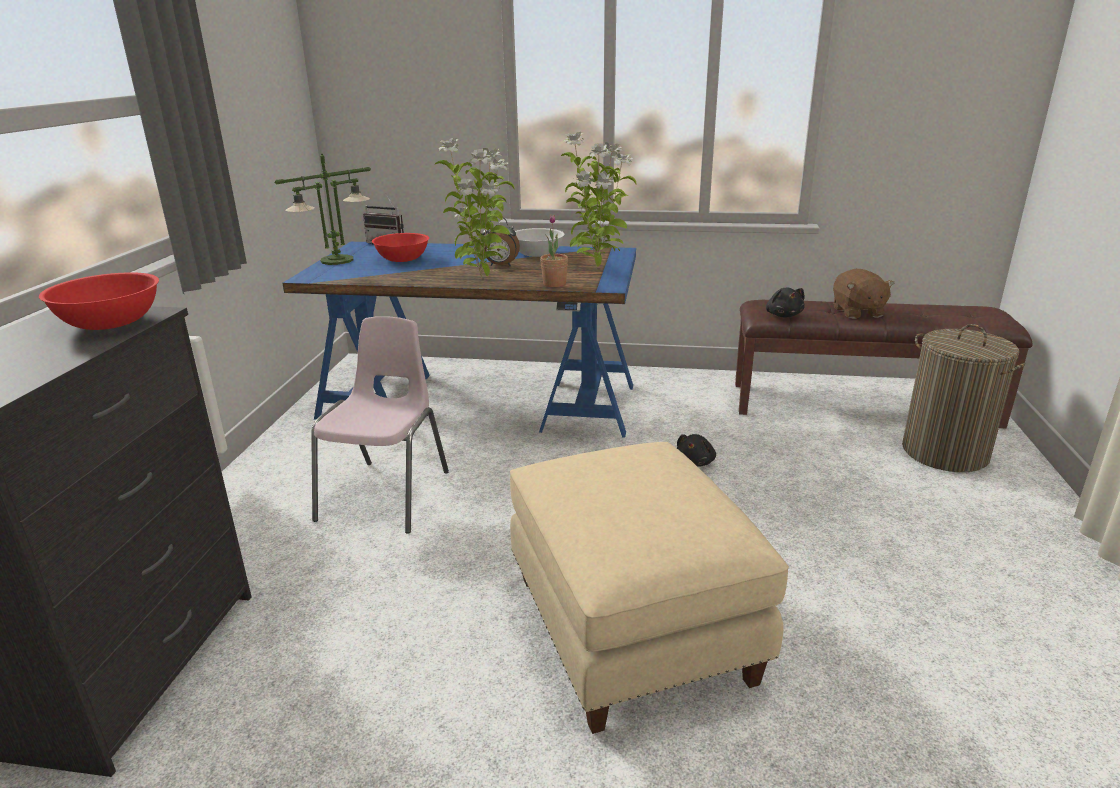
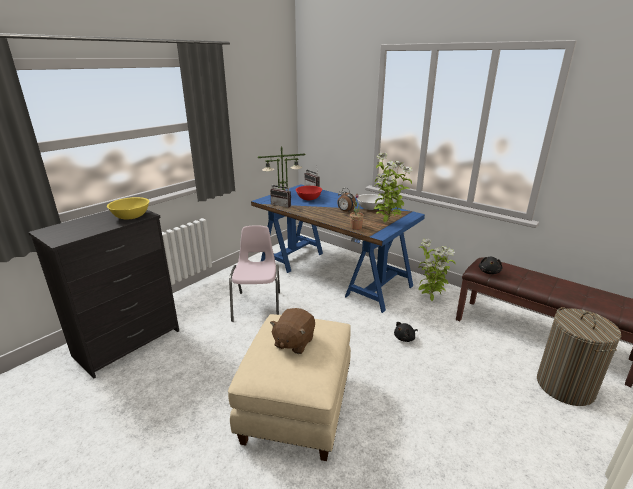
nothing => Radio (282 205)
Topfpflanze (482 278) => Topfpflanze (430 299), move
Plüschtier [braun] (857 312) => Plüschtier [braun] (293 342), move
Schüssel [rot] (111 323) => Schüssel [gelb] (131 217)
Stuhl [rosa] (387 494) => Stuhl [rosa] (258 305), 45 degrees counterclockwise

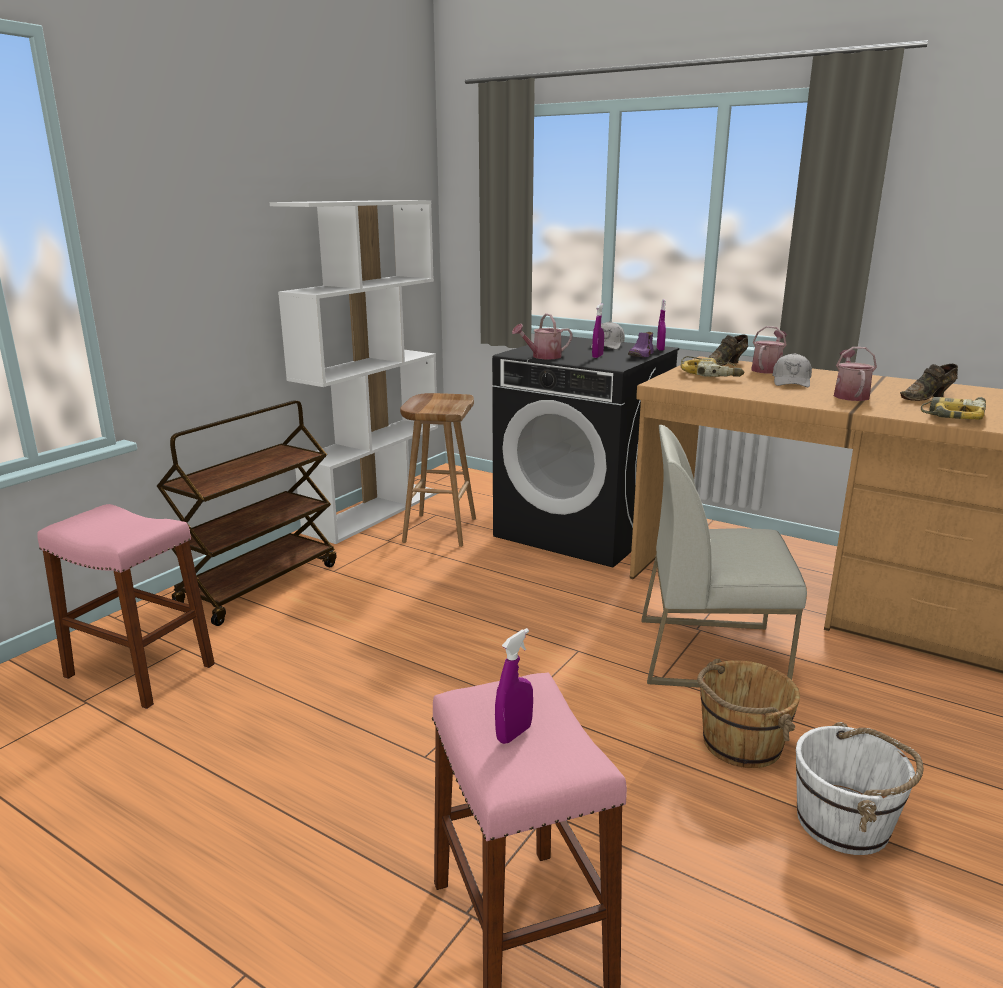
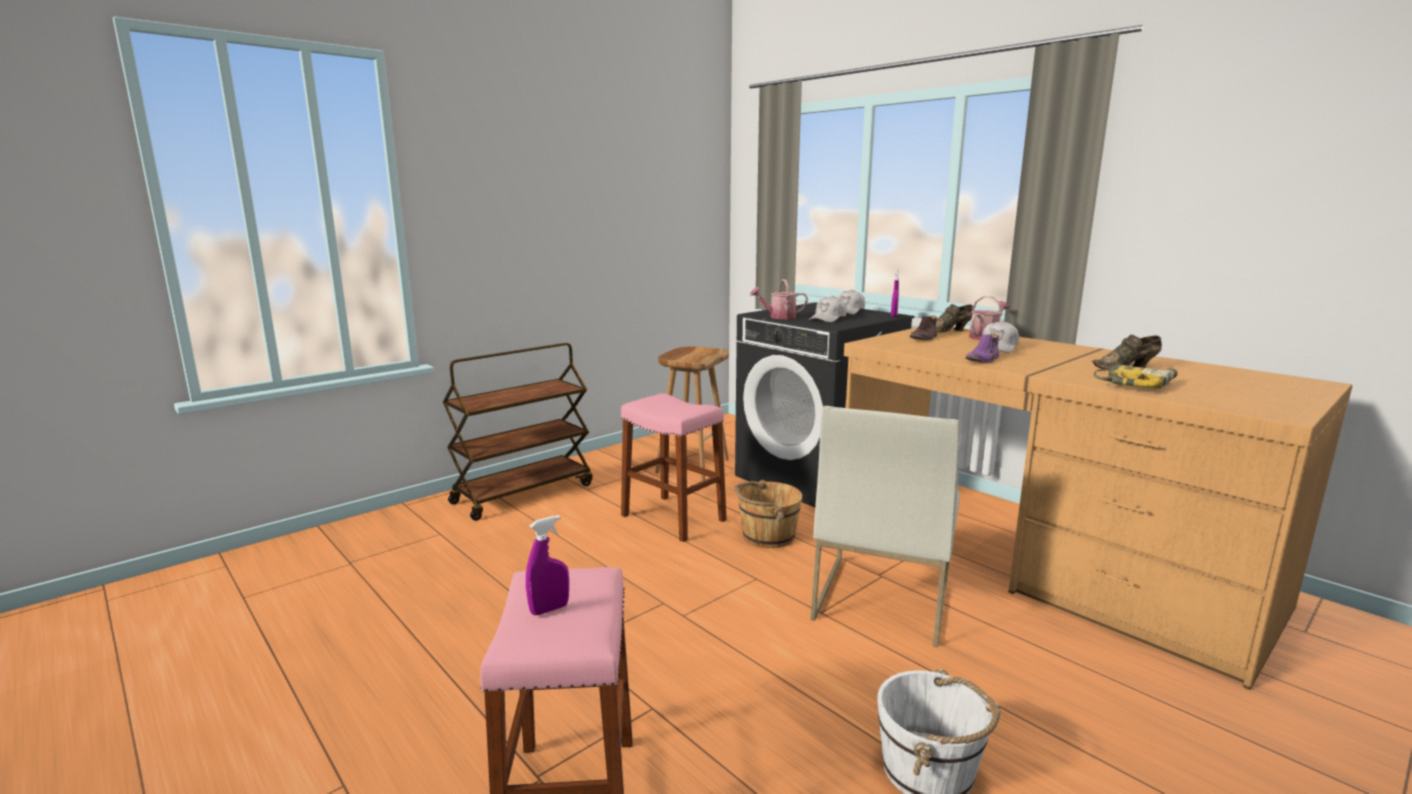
Bücherregal [weiß] (374 511) => nothing
Gießkanne (850 395) => nothing
Hocker [rosa] (140 671) => Hocker [rosa] (673 518), move
Schuh [lila] (641 355) => Schuh [lila] (983 360), move
Eimer [braun] (740 743) => Eimer [braun] (767 536), move
Sprühflasche [lila] (597 356) => Kappe [weiß] (828 319)
Bohrmaschine (710 374) => Schuh [braun] (924 338)
Stuhl [weiß] (711 653) => Stuhl [weiß] (880 598), 90 degrees counterclockwise

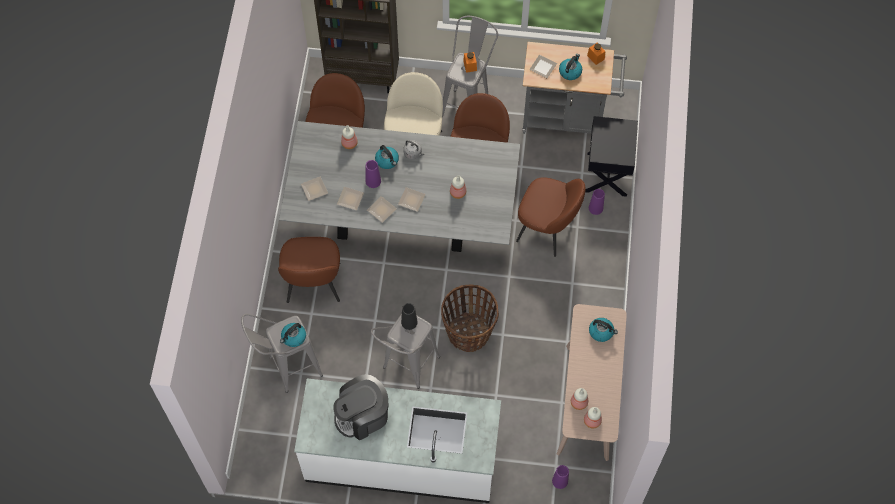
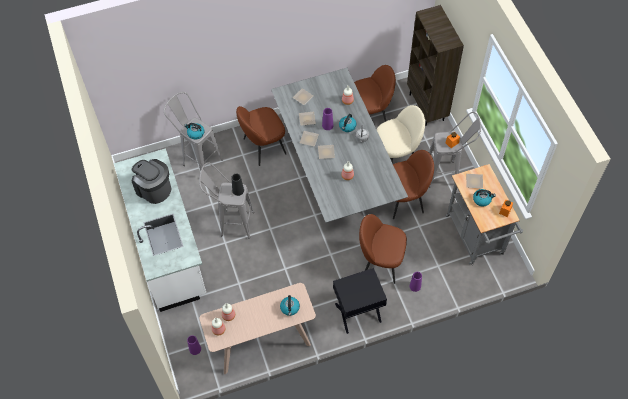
Korb (468 332) => nothing
Nachttisch [schwarz] (607 174) => Nachttisch [schwarz] (358 313), move
Stuhl [braun] (547 228) => Stuhl [braun] (380 262), 105 degrees clockwise

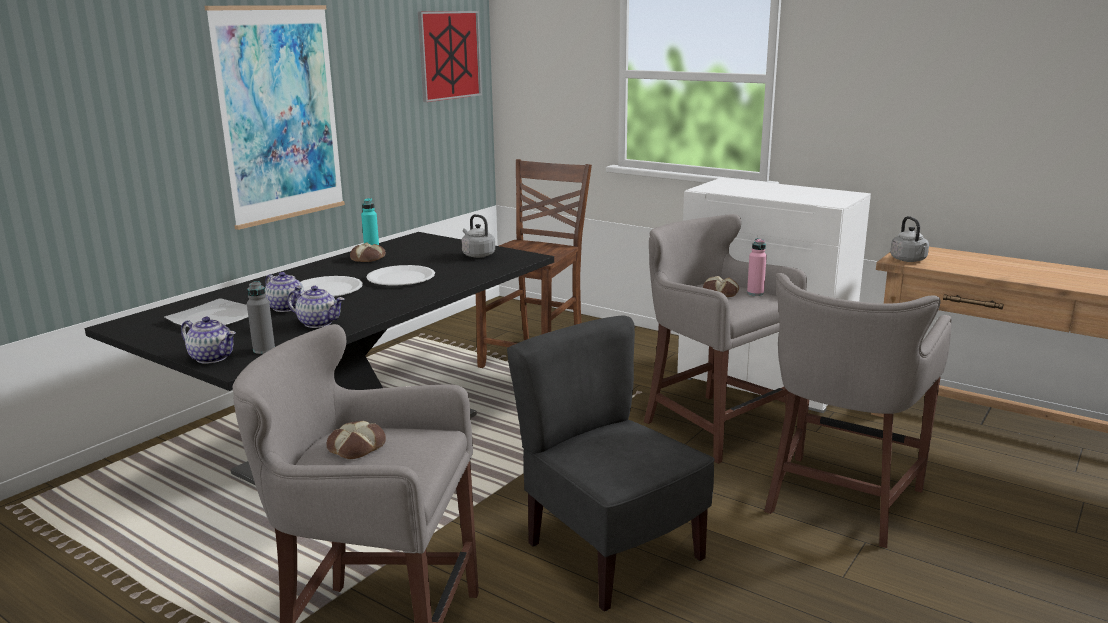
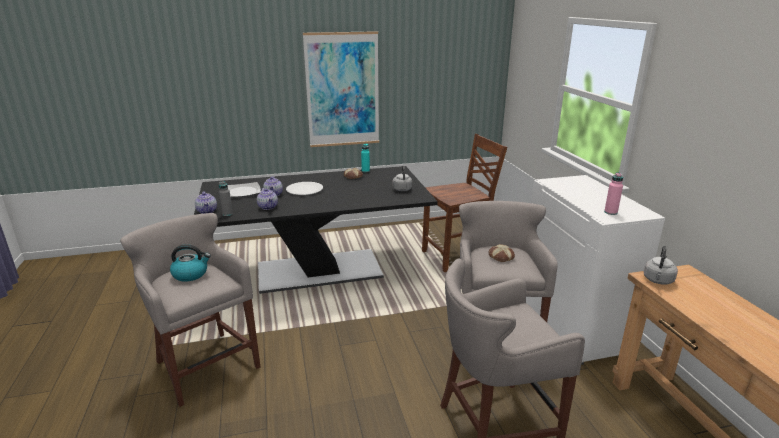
Teller [weiß] (401 278) => nothing
Bild (449 55) => nothing
Stuhl [grau] (611 553) => nothing
Flasche [rosa] (755 293) => Flasche [rosa] (610 212), move
Brot (356 447) => Wasserkessel (191 274)

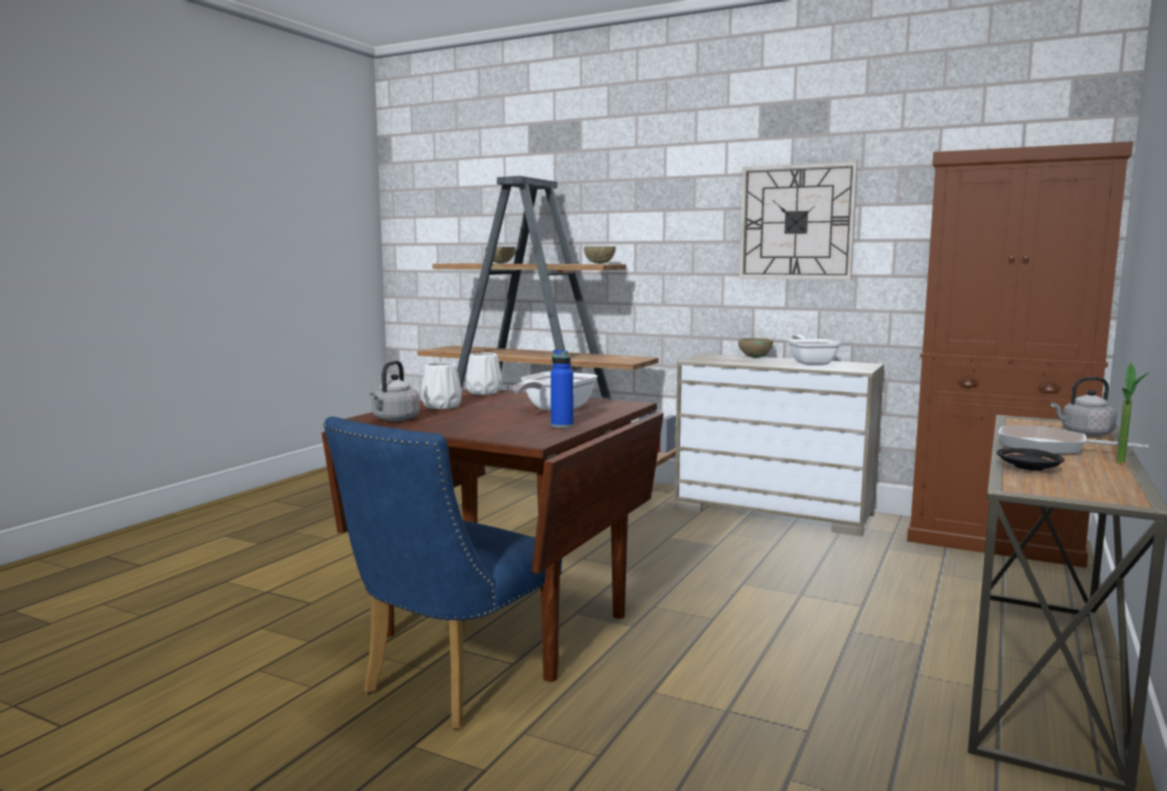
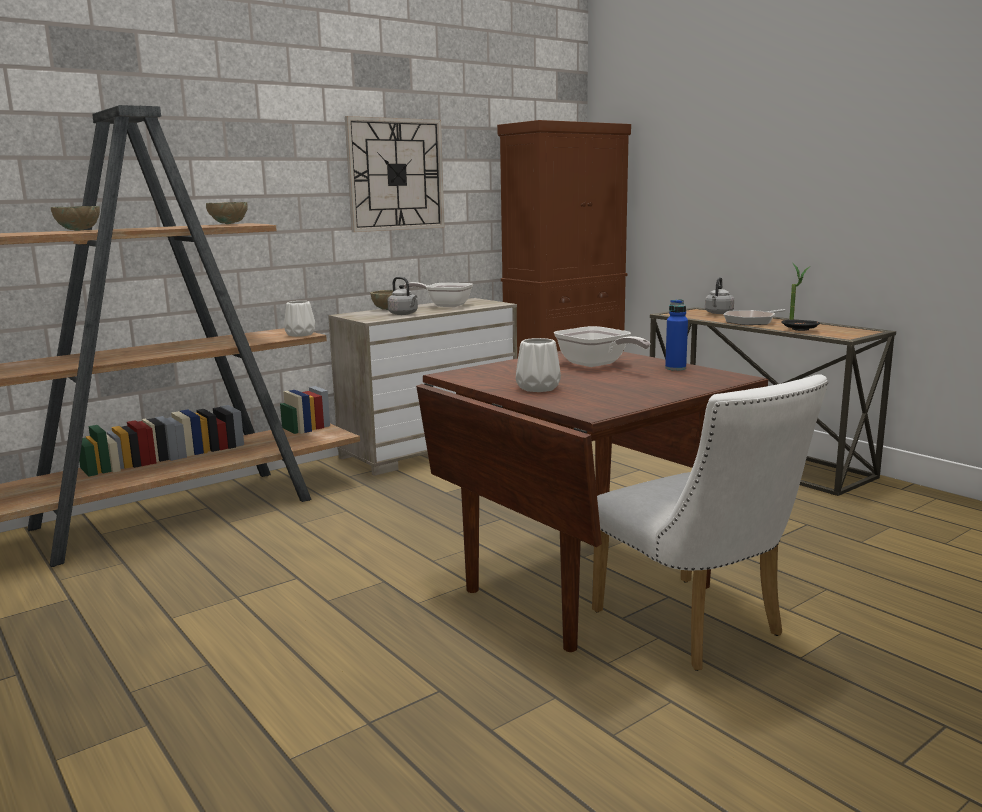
Wasserkessel [grau] (394 419) => Wasserkessel [grau] (404 314), move
Vase [weiß] (483 392) => Vase [weiß] (299 334), move
Stuhl [blau] (449 684) => Stuhl [weiß] (696 629)

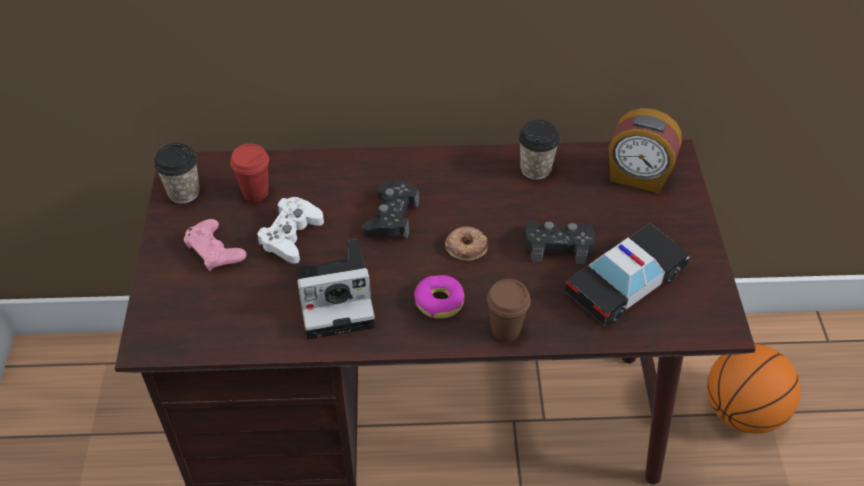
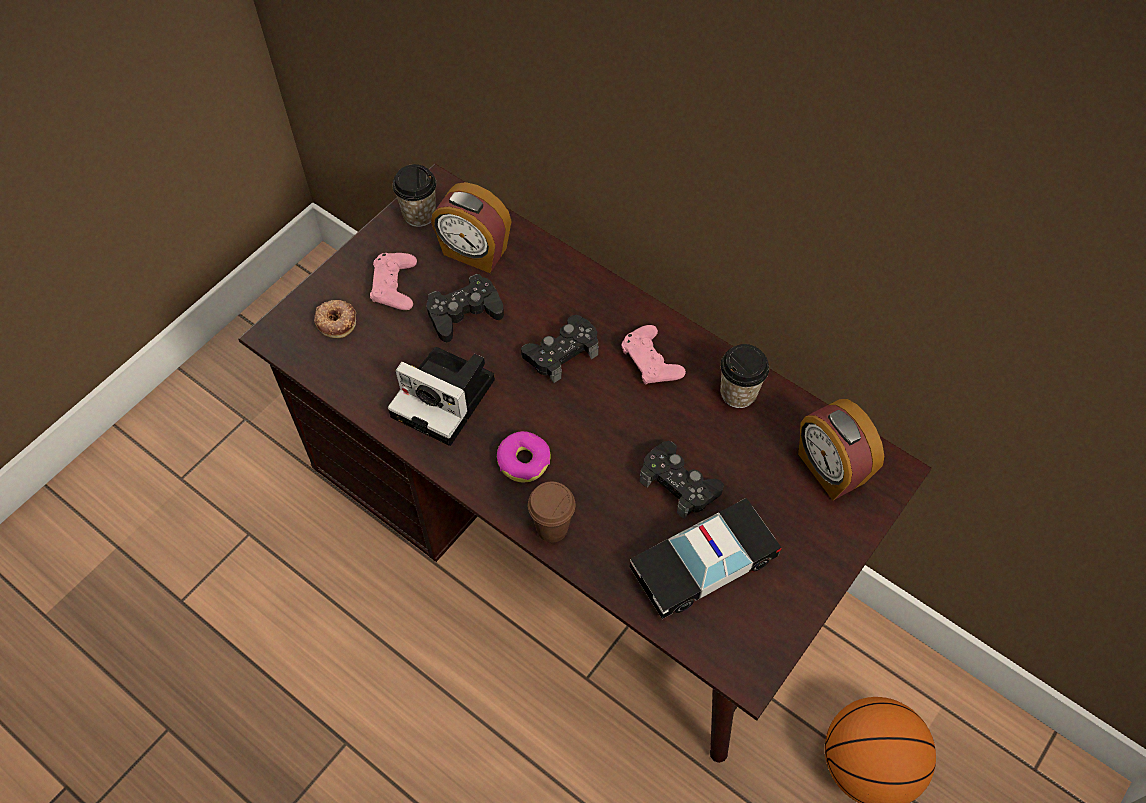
nothing => Gamepad [rosa] (651 361)
Donut (466 246) => Donut (336 321), move
Tasse [rot] (255 192) => Wecker (474 252)
Gamepad [weiß] (291 235) => Gamepad [schwarz] (464 313)
Spielzeugauto (625 283) => Spielzeugauto (703 564), 150 degrees clockwise

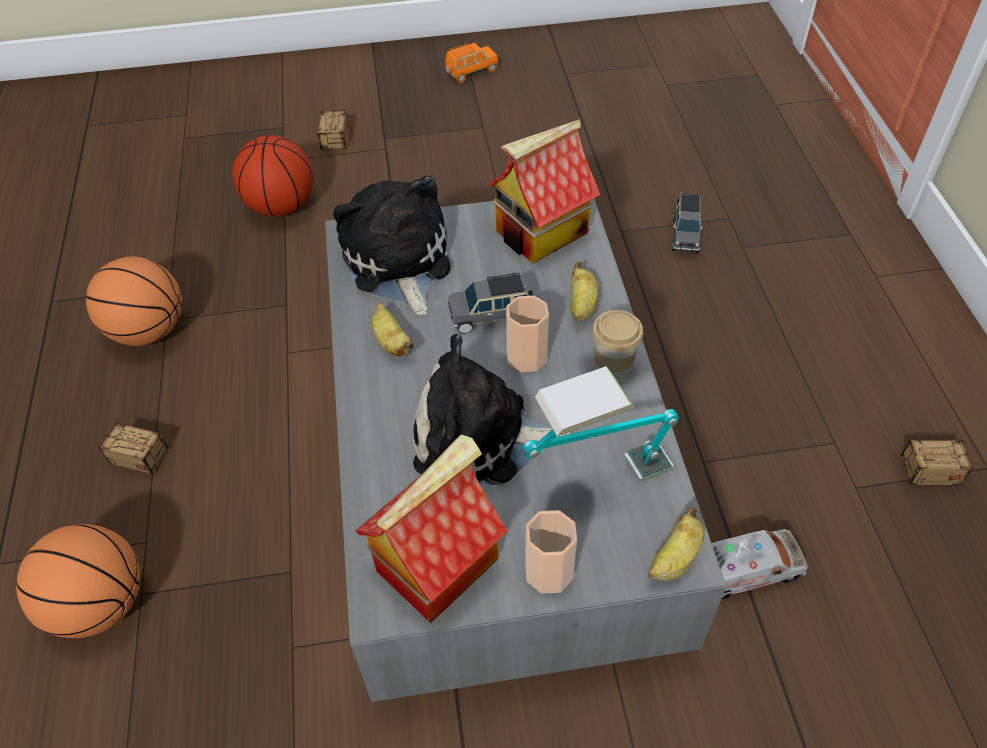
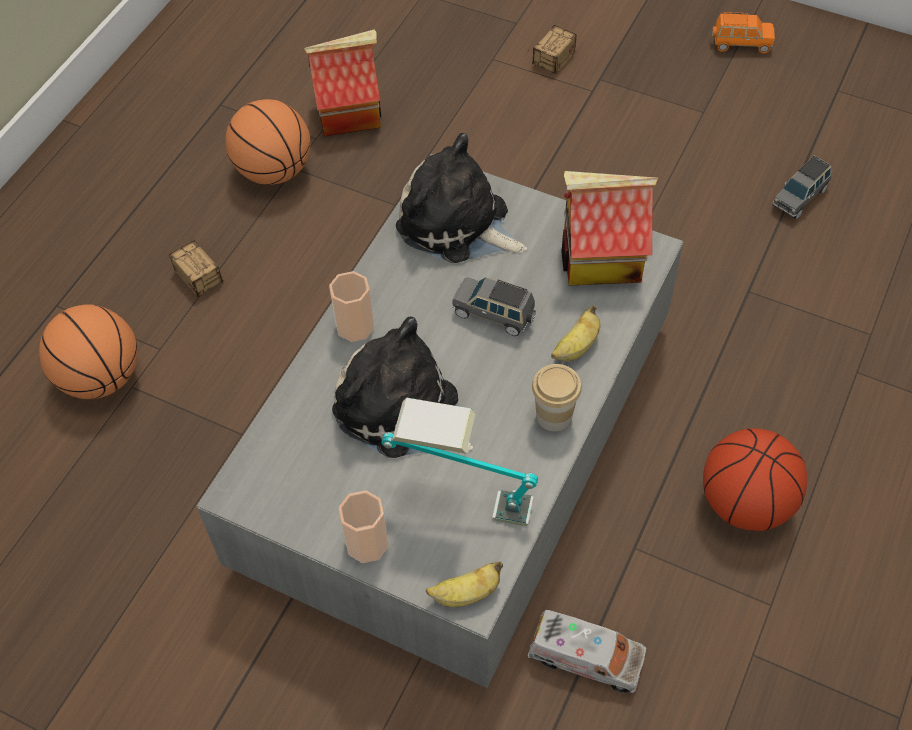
Banane (391 342) => nothing
Aufbewahrungsbox (895 470) => nothing
Basketball (280 206) => Basketball (745 503), move
Spielzeughaus (437 562) => Spielzeughaus (350 113), move
Tasse (526 357) => Tasse (355 326), move
Spielzeugauto [grau] (685 234) => Spielzeugauto [grau] (800 197), move
Plüschtier (398 263) => Plüschtier (458 225), 75 degrees counterclockwise

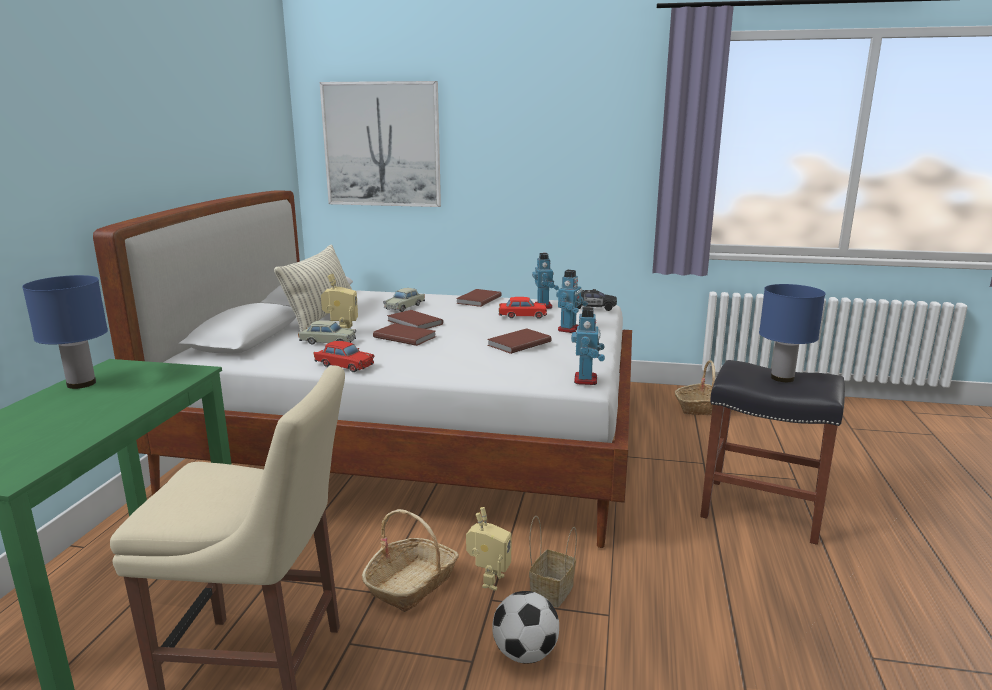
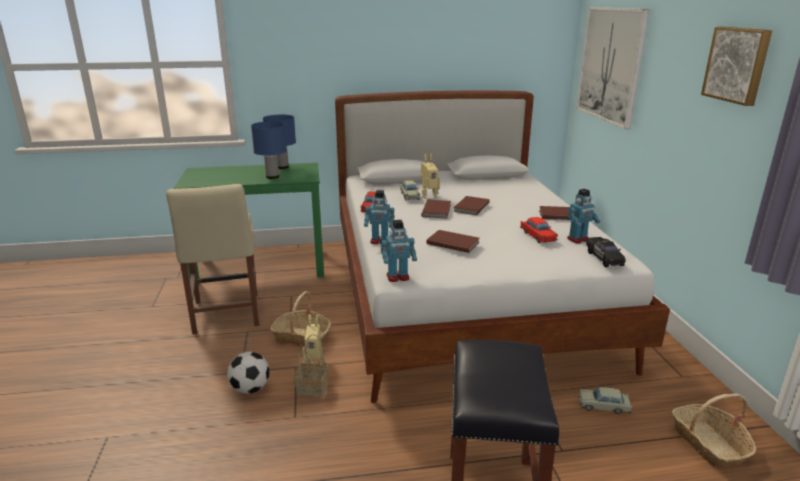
Kissen (322 317) => nothing
nothing => Bild (737 65)
Spielzeugauto [beige] (405 307) => Spielzeugauto [beige] (604 406), move
Spielzeugroboter (569 329) => Spielzeugroboter (380 241), move
Tischlampe [blau] (783 378) => Tischlampe [blau] (272 177), move

